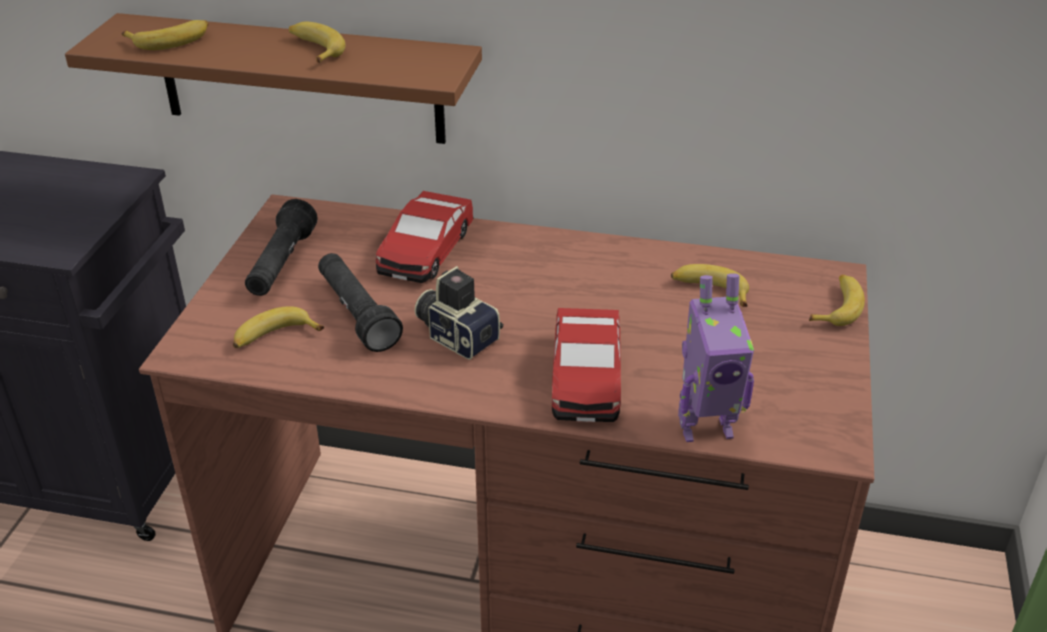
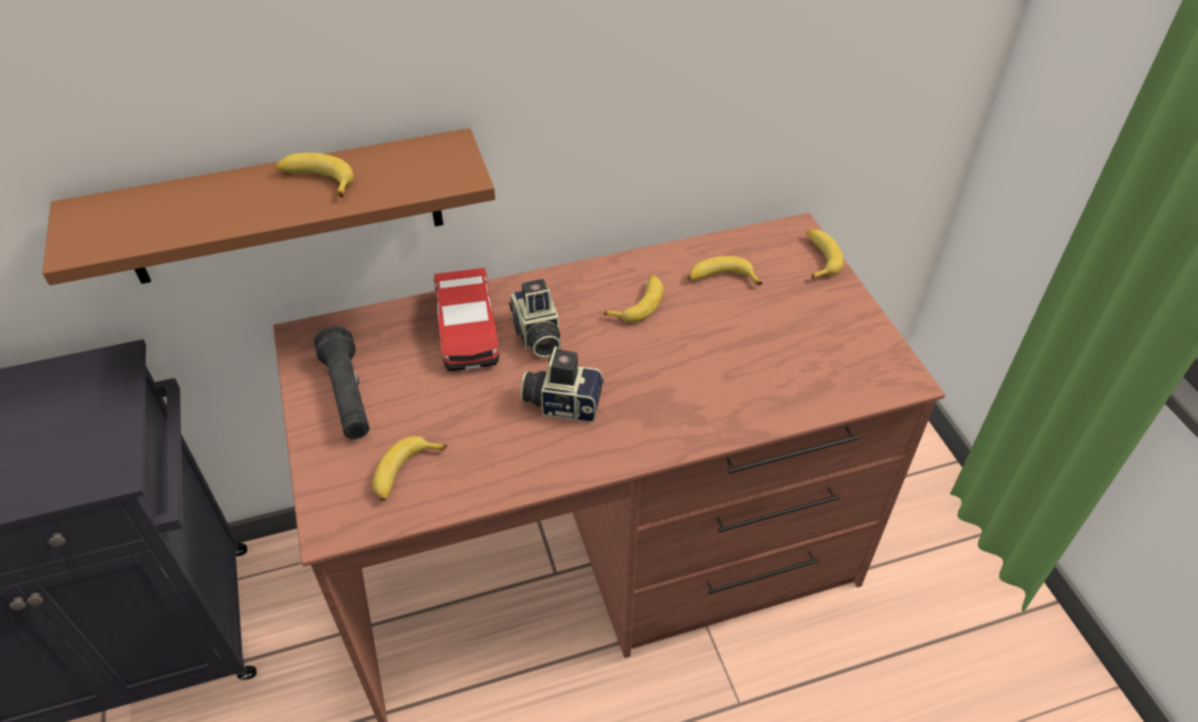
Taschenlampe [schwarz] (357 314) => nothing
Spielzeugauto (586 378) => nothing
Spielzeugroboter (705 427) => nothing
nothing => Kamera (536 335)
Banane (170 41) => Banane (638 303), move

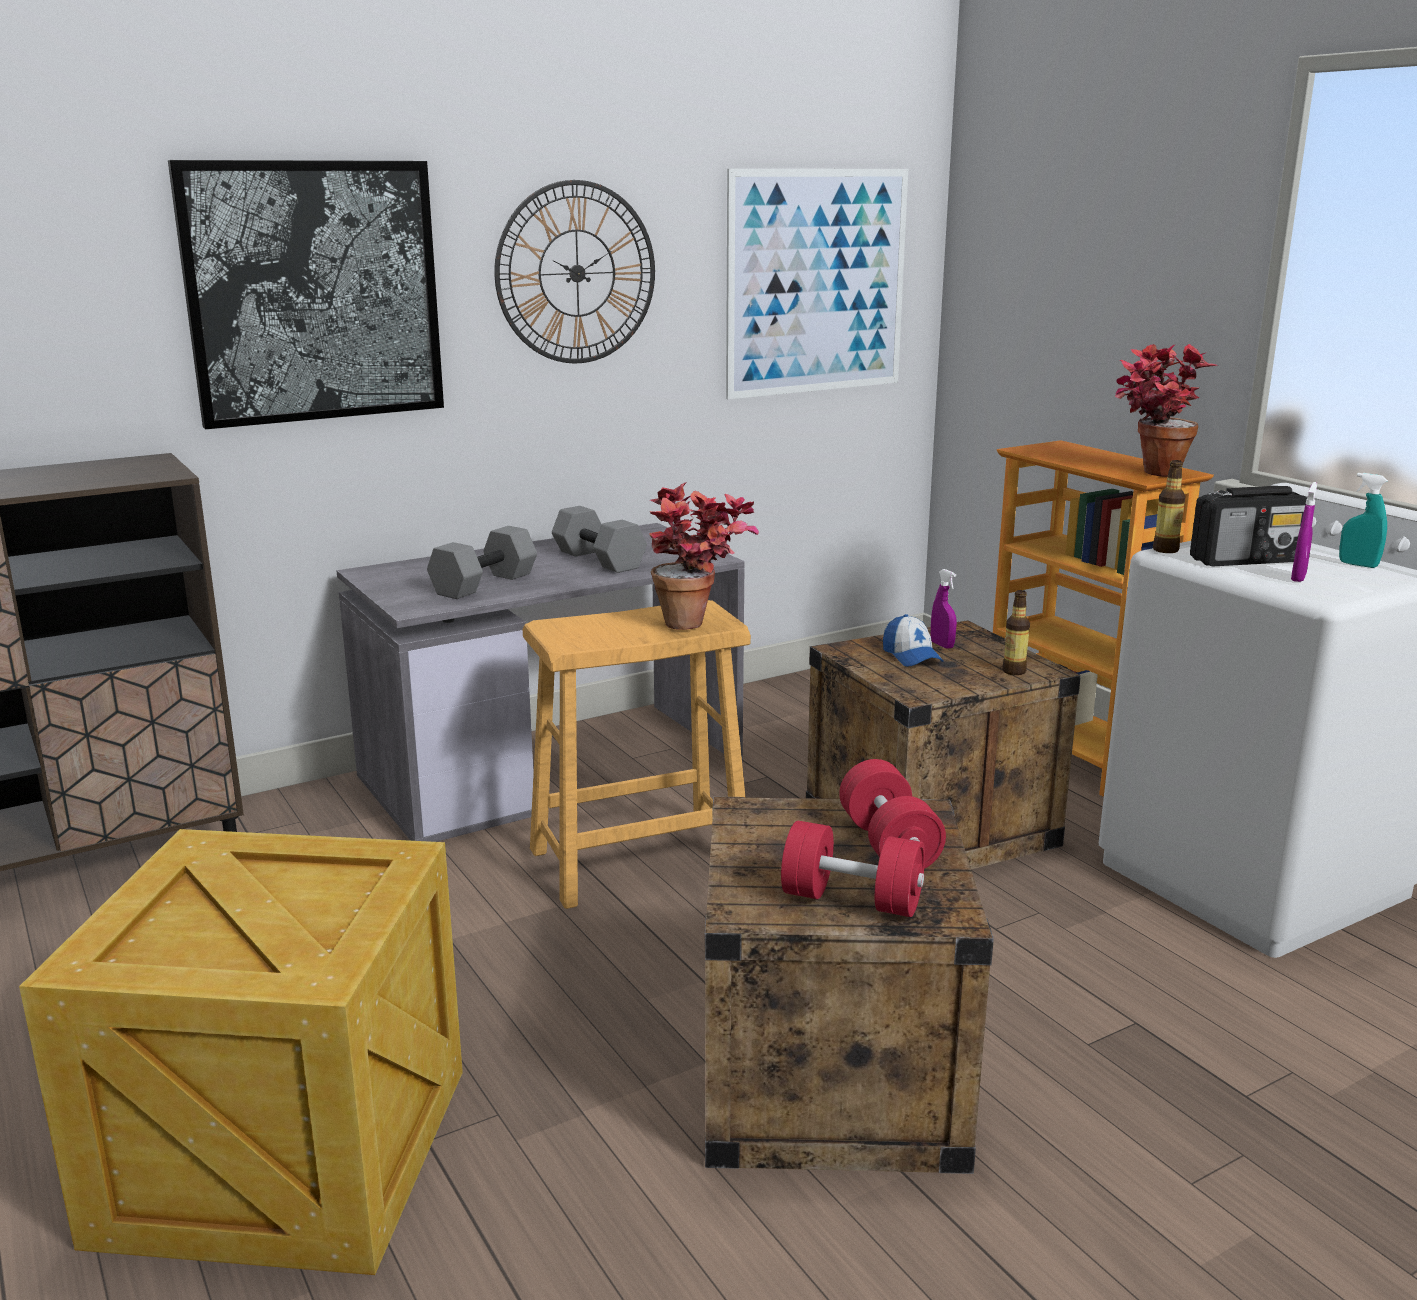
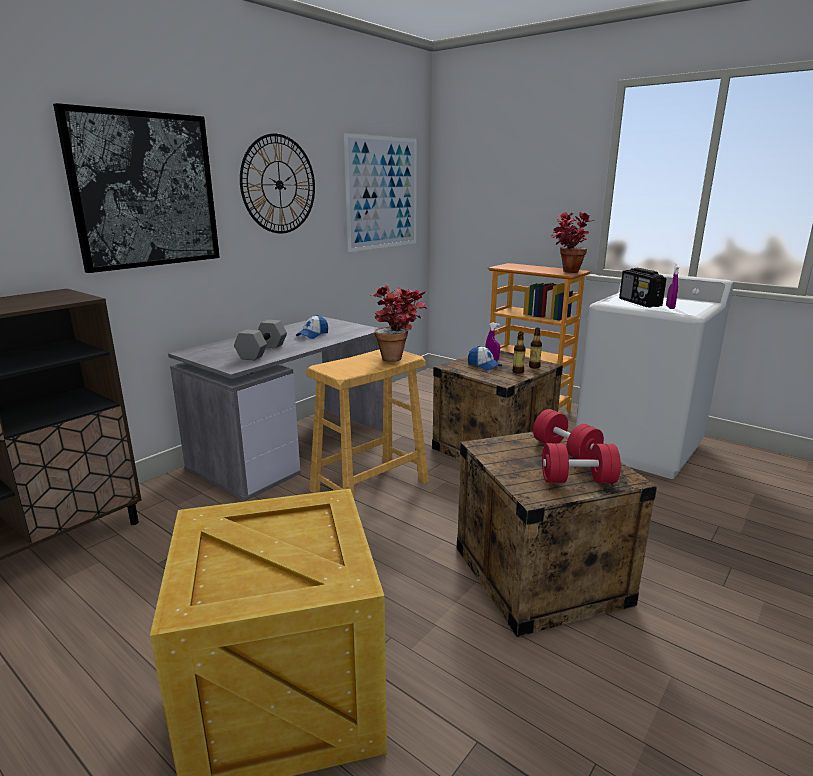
Sprühflasche [türkis] (1358 565) => nothing
Flasche (1165 550) => Flasche (518 372), move
Hantel [grau] (601 560) => Kappe (312 335)
Radio (1246 560) => Radio (640 303), 105 degrees clockwise

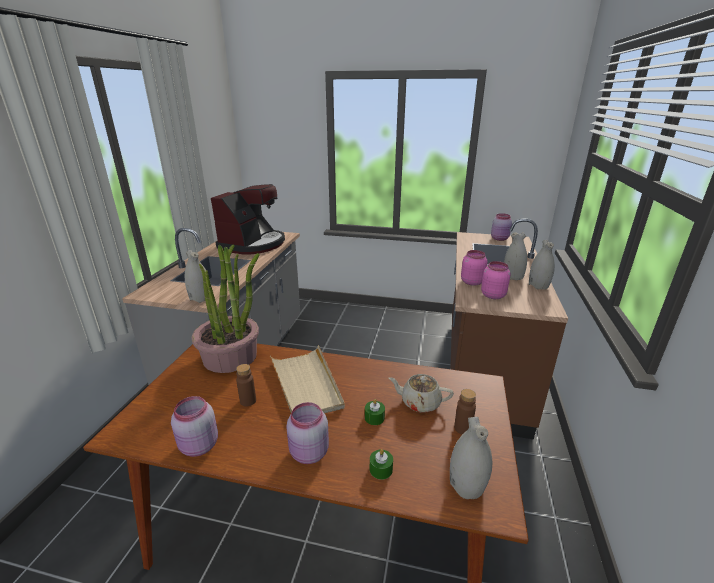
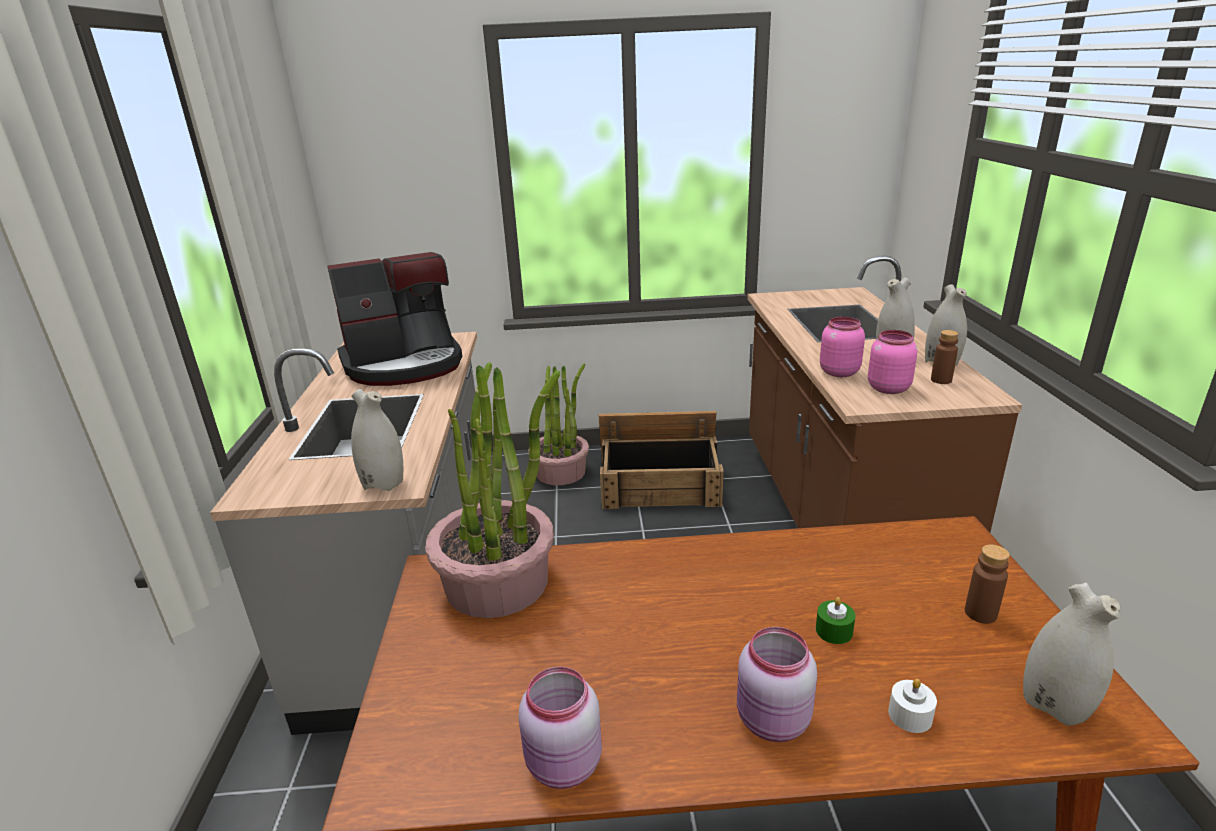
Tablett [beige] (306 384) => nothing
Teekanne [beige] (419 402) => nothing
Vorratsglas [rosa] (500 239) => nothing
nothing => Topfpflanze (561 472)
nothing => Kiste (660 483)
Flasche [braun] (248 401) => Flasche [braun] (941 380), move
Kerze [grün] (381 469) => Kerze [weiß] (910 715)
Kaffeemaschine (253 244) => Kaffeemaschine (404 364), 60 degrees clockwise

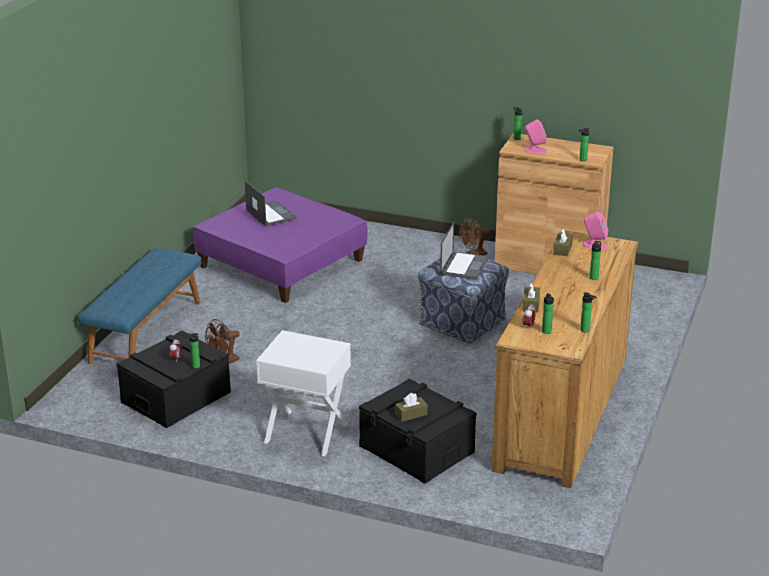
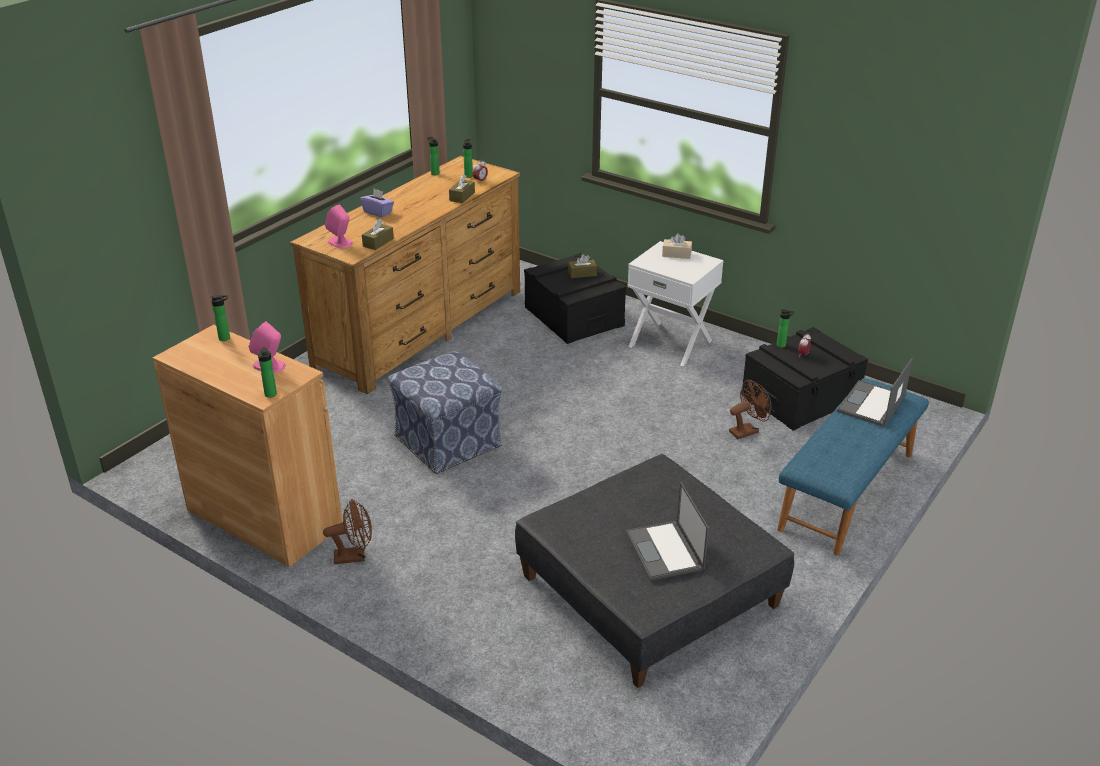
nothing => Taschentuchbox [beige] (676 254)
Laptop (464 266) => Laptop (871 405), move
Flasche (594 277) => Taschentuchbox [lila] (378 212)
Polsterhocker [lila] (280 263) => Polsterhocker [grau] (651 591)

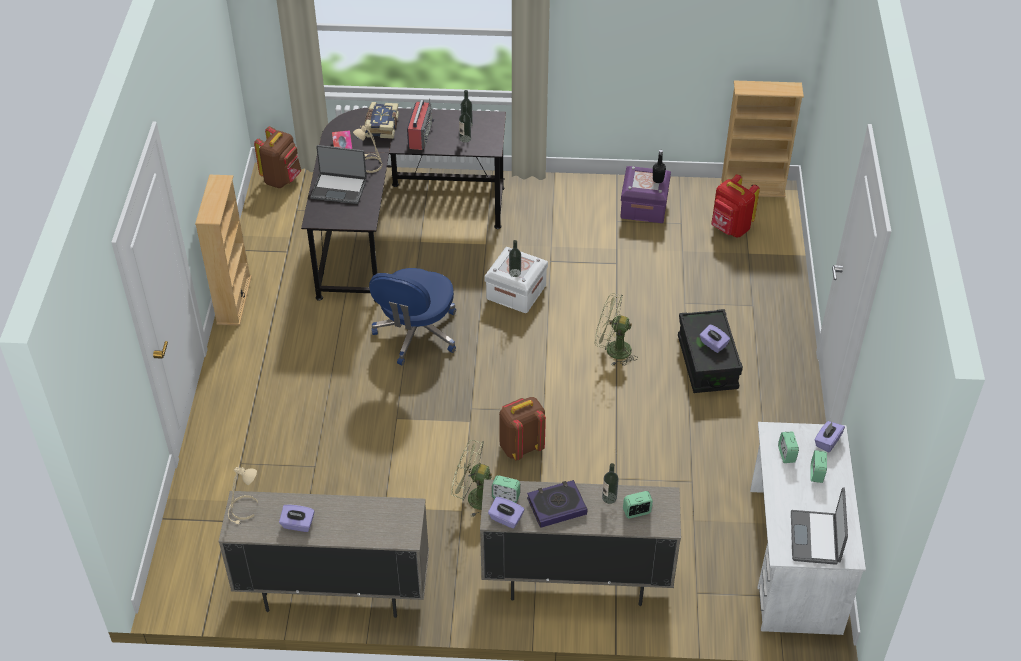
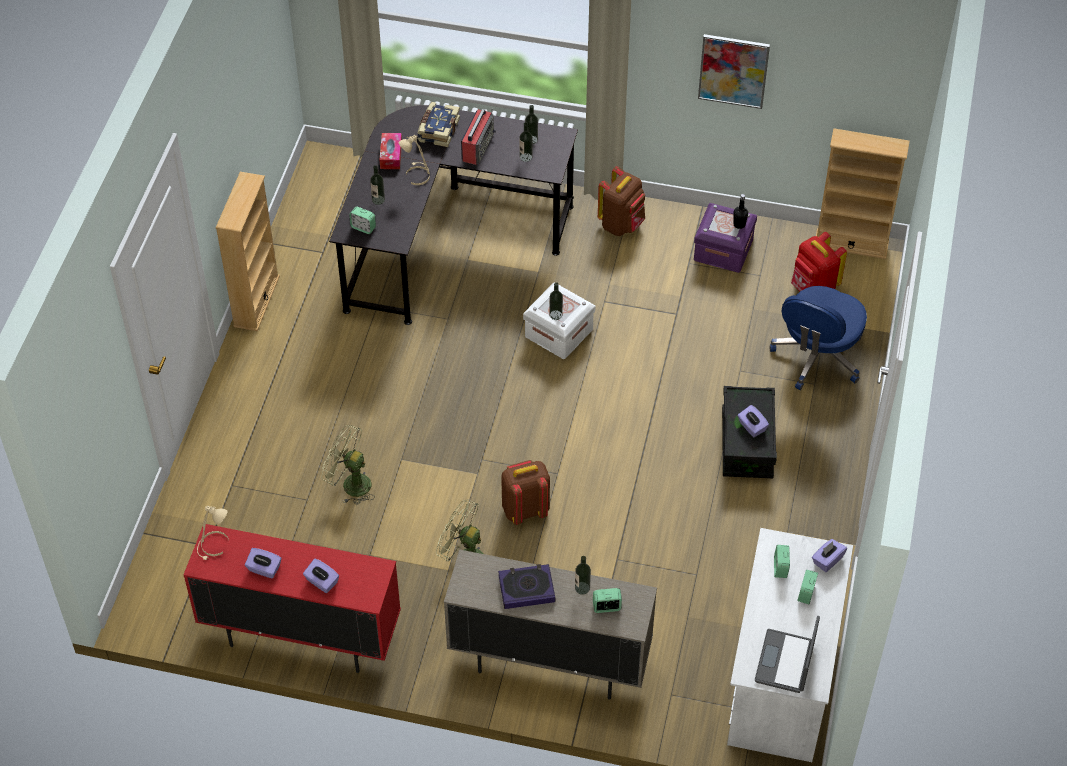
nothing => Bild (733 70)
Rucksack [braun] (282 179) => Rucksack [braun] (621 224), move
Bürostuhl [blau] (416 334) => Bürostuhl [blau] (817 357), move
Taschentuchbox [lila] (506 519) => Taschentuchbox [lila] (321 582), move
Wecker (506 496) => Wecker (363 227), move
Ventilator [grün] (612 350) => Ventilator [grün] (350 484), move
Laptop (339 188) => Flasche (378 200)
Schrank [beige] (334 592) => Schrank [rot] (301 636)

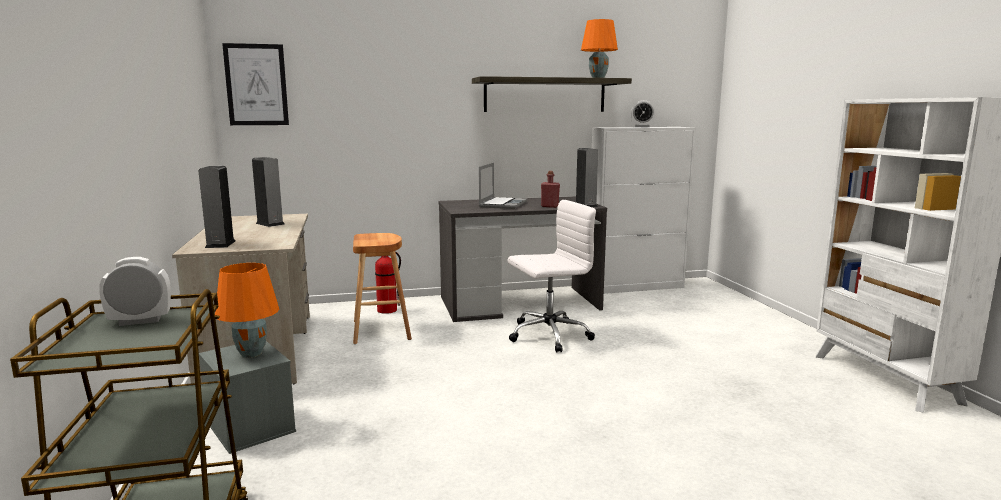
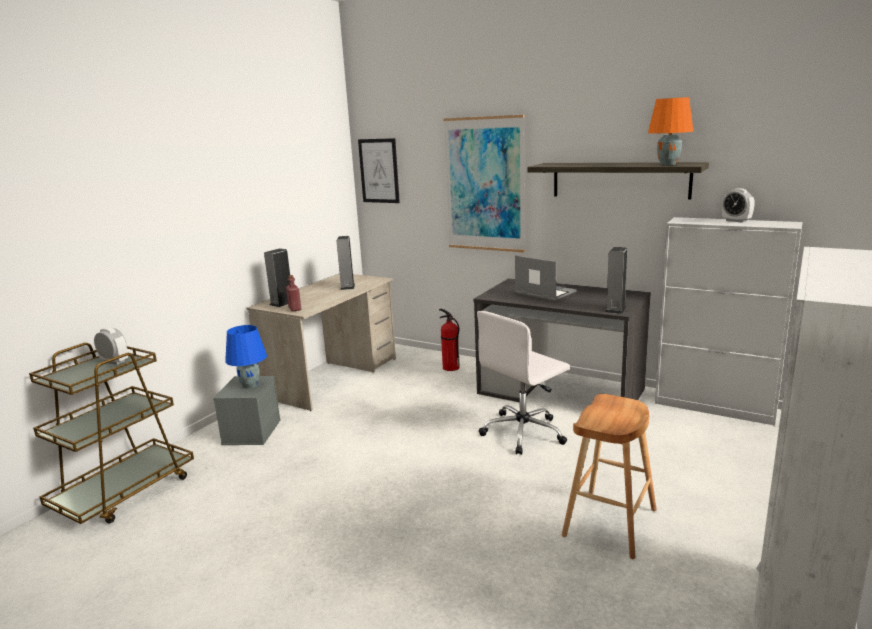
nothing => Bild (485 184)
Hocker [braun] (381 330) => Hocker [braun] (610 522), move
Flasche [rot] (550 206) => Flasche [rot] (295 309), move
Tischlampe [orange] (252 353) => Tischlampe [blau] (251 385)
Laptop (502 204) => Laptop (544 293), 105 degrees counterclockwise
Bürostuhl [weiß] (547 335) => Bürostuhl [weiß] (524 432), 120 degrees clockwise

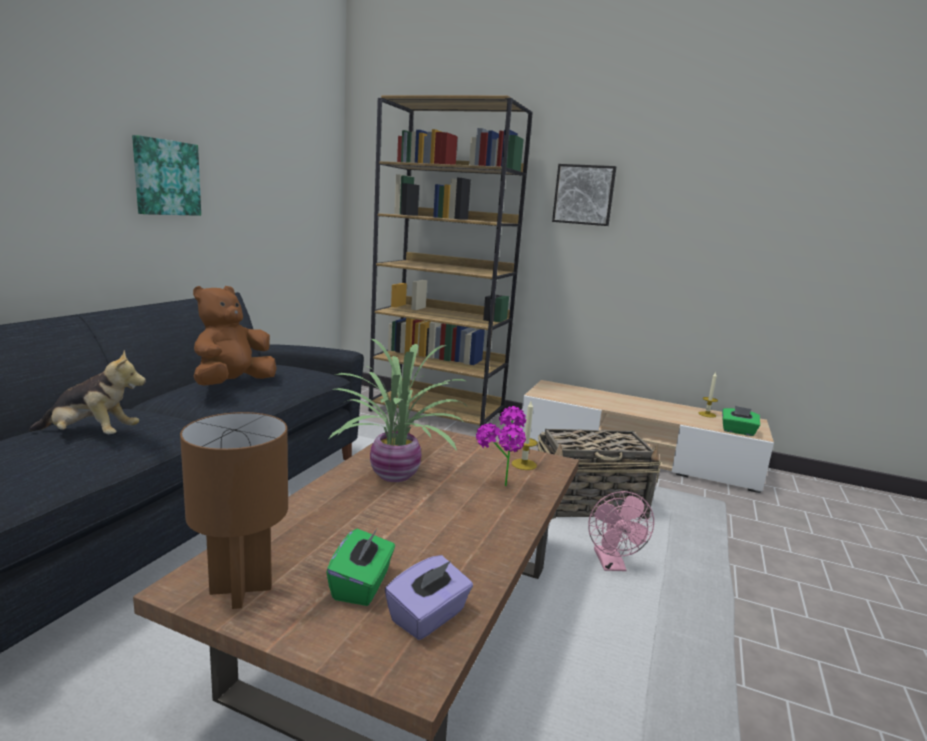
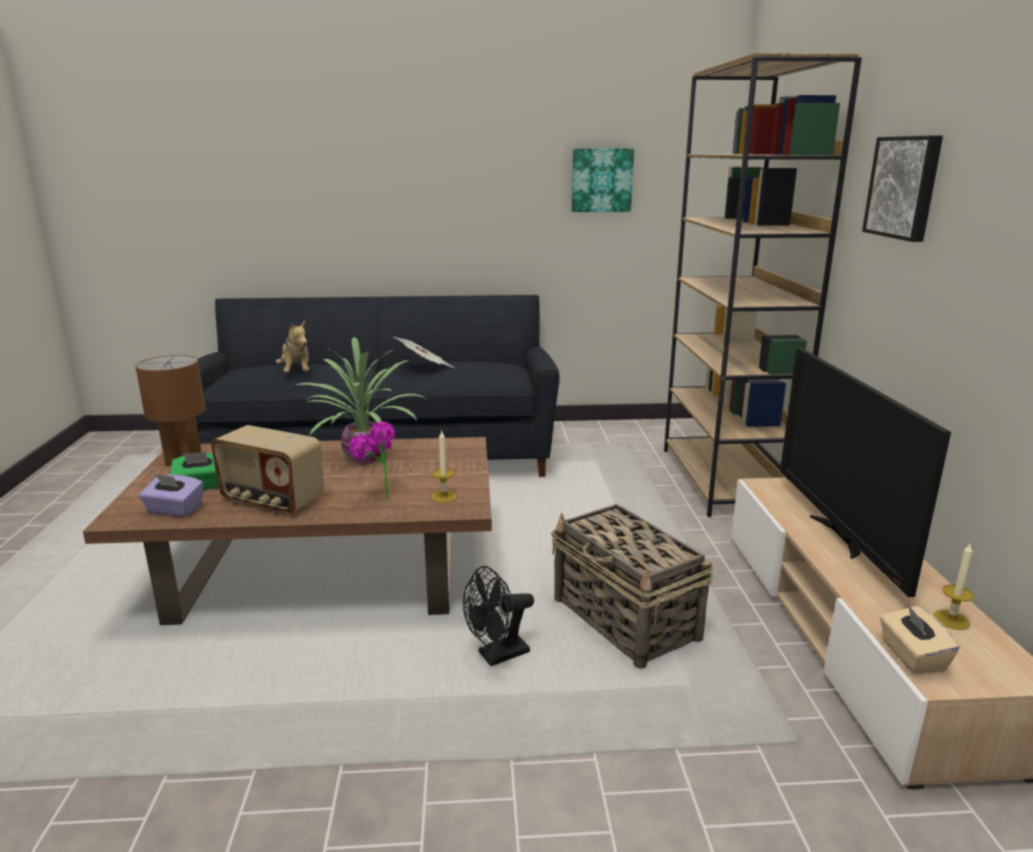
nothing => Radio (271 501)
nothing => Fernseher (839 536)
Bild (166 177) => Bild (601 180), move
Plüschtier [braun] (232 384) => Zeitung (425 368)
Ventilator [rosa] (612 565) => Ventilator [schwarz] (497 656)
Taschentuchbox [grün] (738 431) => Taschentuchbox [beige] (911 656)

